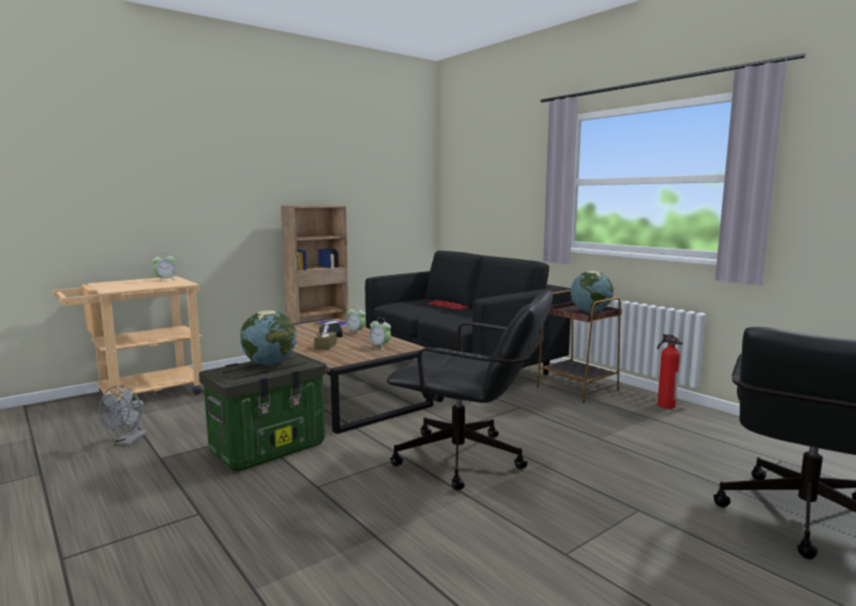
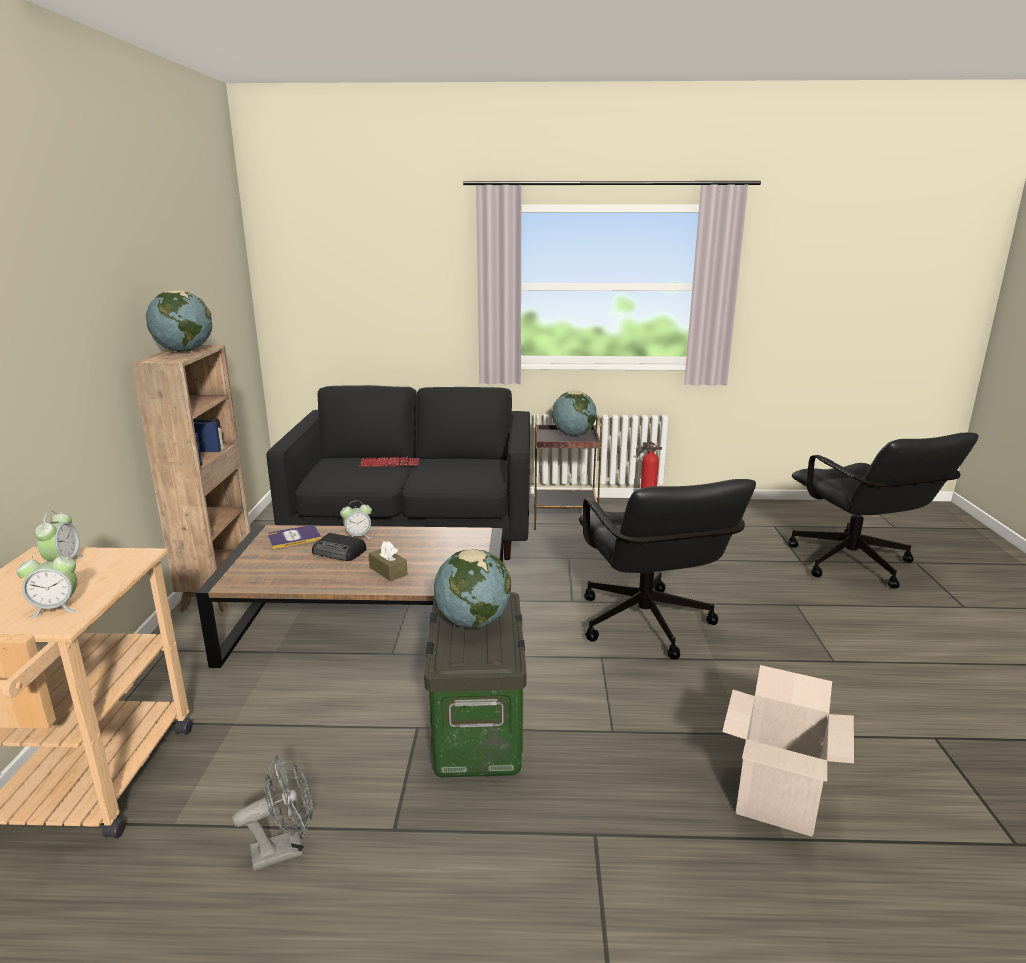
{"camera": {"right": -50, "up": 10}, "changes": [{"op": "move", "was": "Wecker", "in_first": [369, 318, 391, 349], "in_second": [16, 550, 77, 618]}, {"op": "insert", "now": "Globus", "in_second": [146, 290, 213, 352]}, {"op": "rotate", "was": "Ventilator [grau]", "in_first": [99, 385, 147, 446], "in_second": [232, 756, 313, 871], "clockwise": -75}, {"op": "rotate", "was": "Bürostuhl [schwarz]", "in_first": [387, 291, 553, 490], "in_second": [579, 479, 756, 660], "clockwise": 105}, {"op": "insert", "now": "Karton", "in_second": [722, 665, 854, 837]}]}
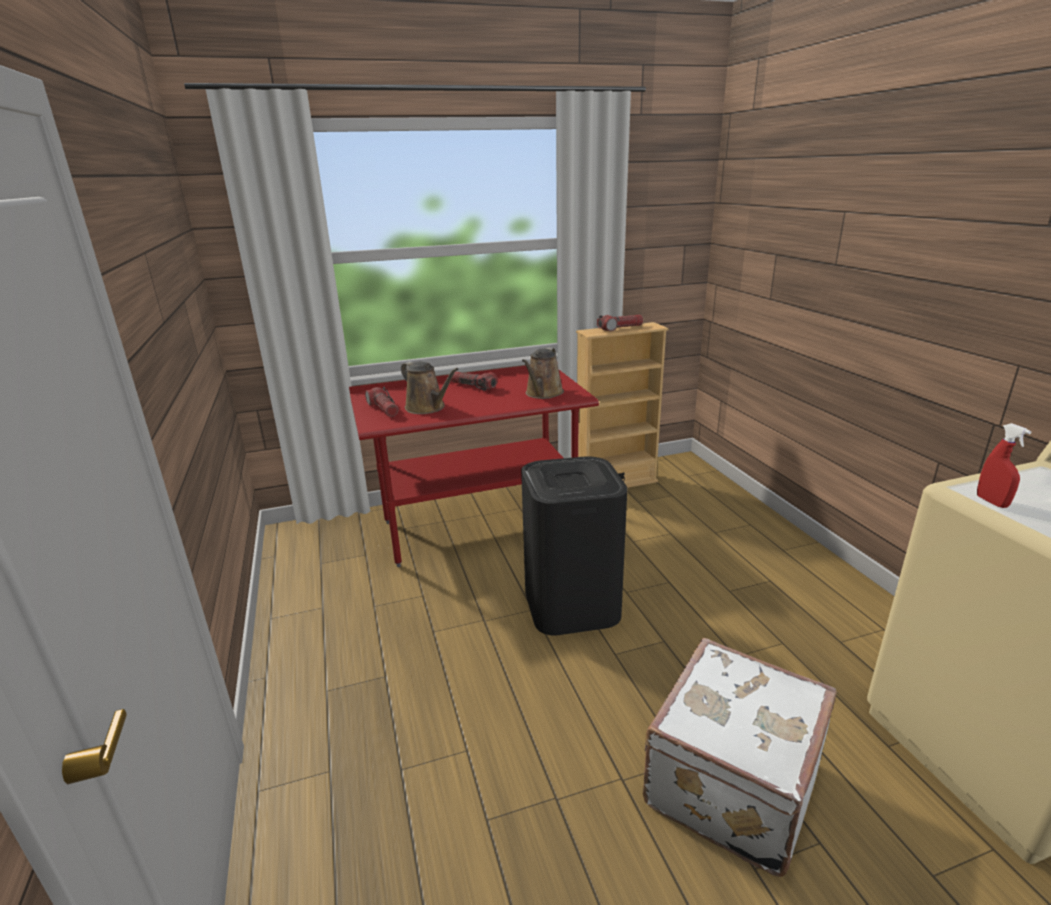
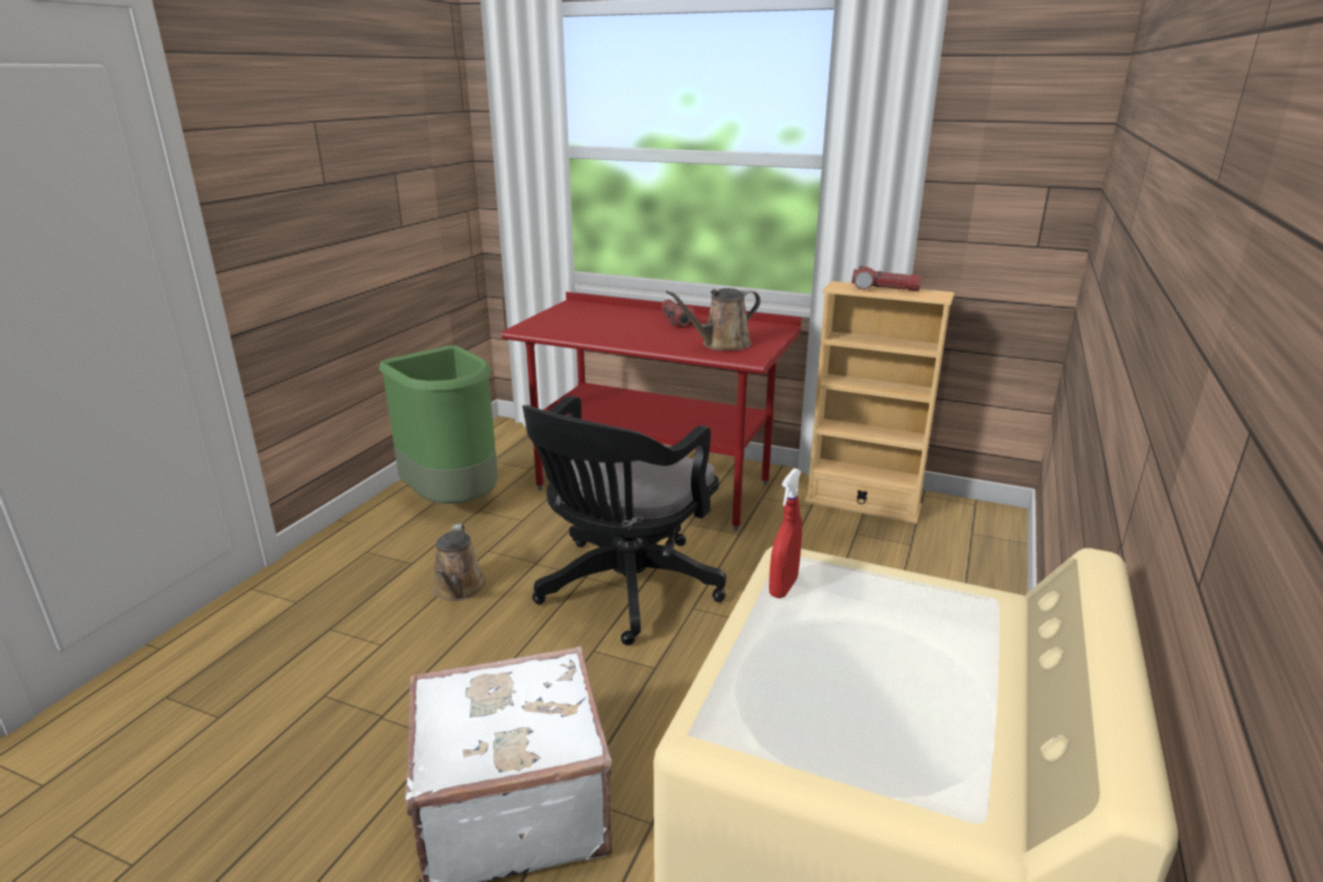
{"camera": {"right": 40, "up": 0}, "changes": [{"op": "insert", "now": "Mülleimer [grün]", "in_second": [379, 346, 498, 504]}, {"op": "move", "was": "Gießkanne [braun]", "in_first": [401, 361, 458, 414], "in_second": [433, 524, 486, 601]}, {"op": "replace", "was": "Mülleimer [schwarz]", "now": "Bürostuhl [schwarz]", "in_first": [521, 456, 627, 635], "in_second": [522, 396, 726, 646]}, {"op": "delete", "was": "Taschenlampe", "in_first": [365, 387, 399, 417]}]}
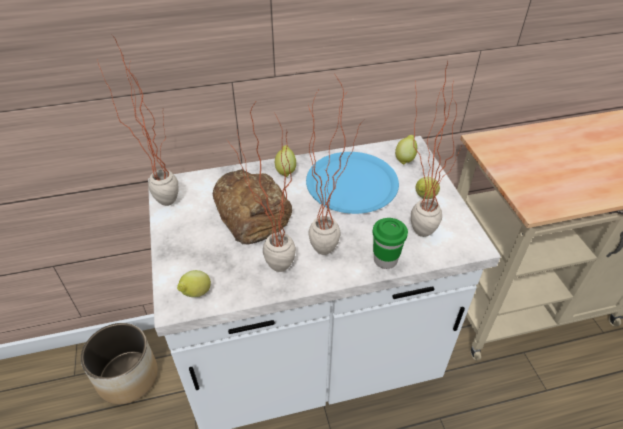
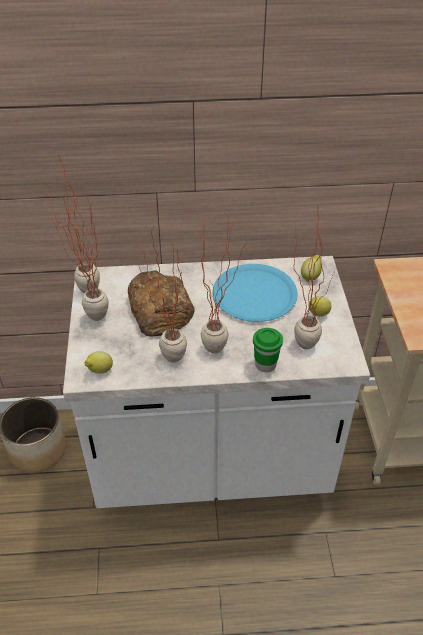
{"camera": {"right": 10, "up": 0}, "changes": [{"op": "insert", "now": "Topfpflanze", "in_second": [52, 190, 109, 321]}, {"op": "delete", "was": "Zitrone", "in_first": [275, 145, 296, 177]}]}
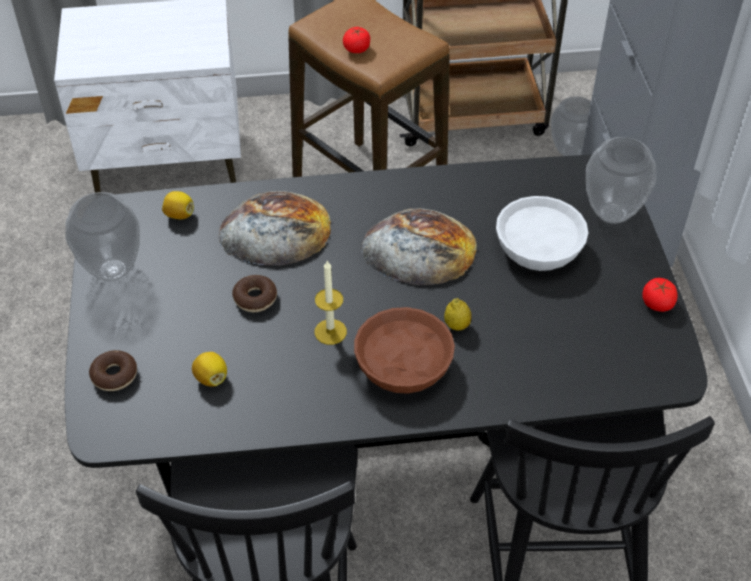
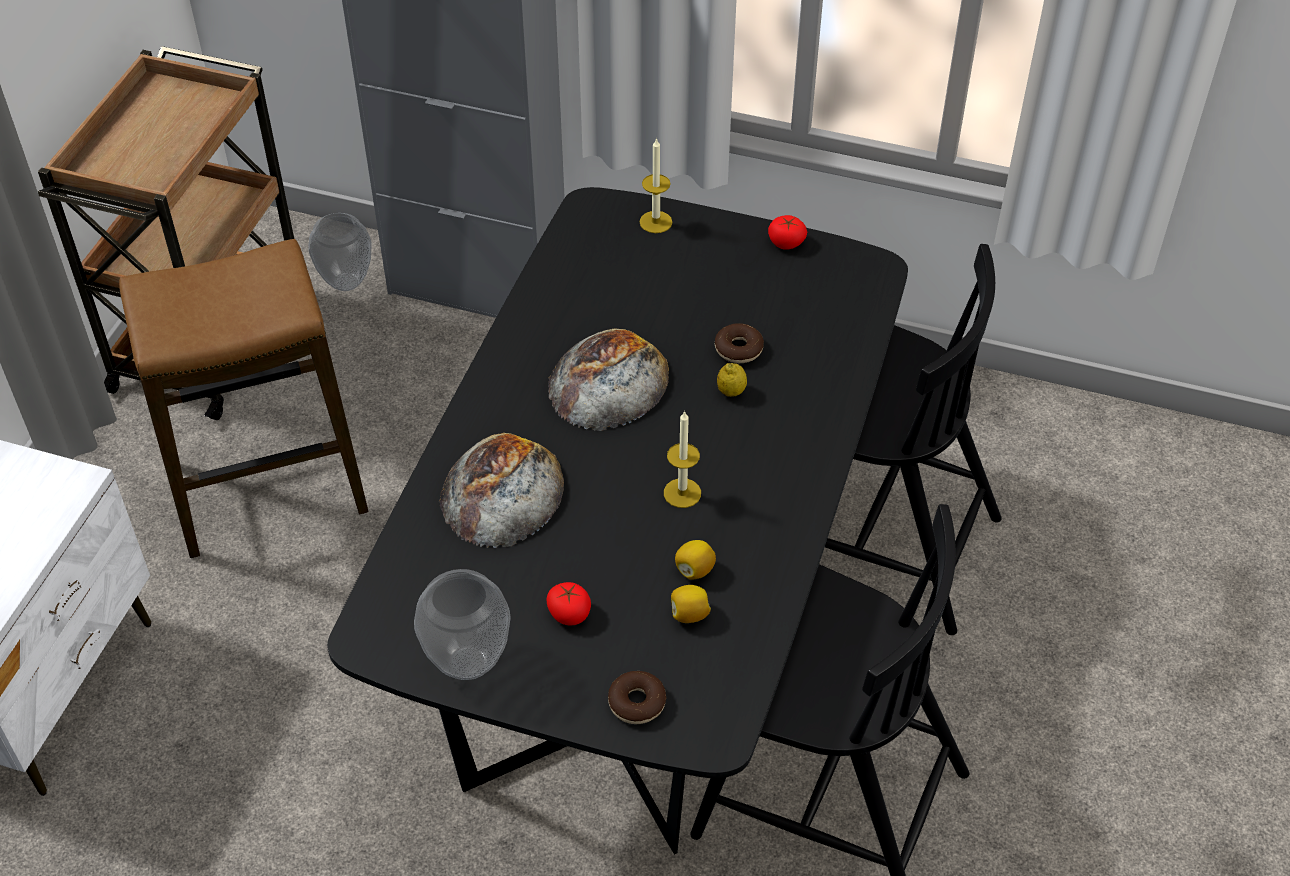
{"camera": {"right": -65, "up": 0}, "changes": [{"op": "move", "was": "Tomate", "in_first": [343, 27, 370, 53], "in_second": [547, 582, 591, 626]}, {"op": "replace", "was": "Vase", "now": "Kerze", "in_first": [586, 137, 656, 224], "in_second": [639, 138, 672, 233]}, {"op": "move", "was": "Zitrone", "in_first": [162, 191, 194, 219], "in_second": [675, 540, 716, 580]}, {"op": "move", "was": "Donut", "in_first": [232, 275, 277, 312], "in_second": [715, 323, 764, 363]}, {"op": "delete", "was": "Schüssel [braun]", "in_first": [354, 307, 455, 394]}, {"op": "delete", "was": "Schüssel [weiß]", "in_first": [496, 196, 588, 271]}]}
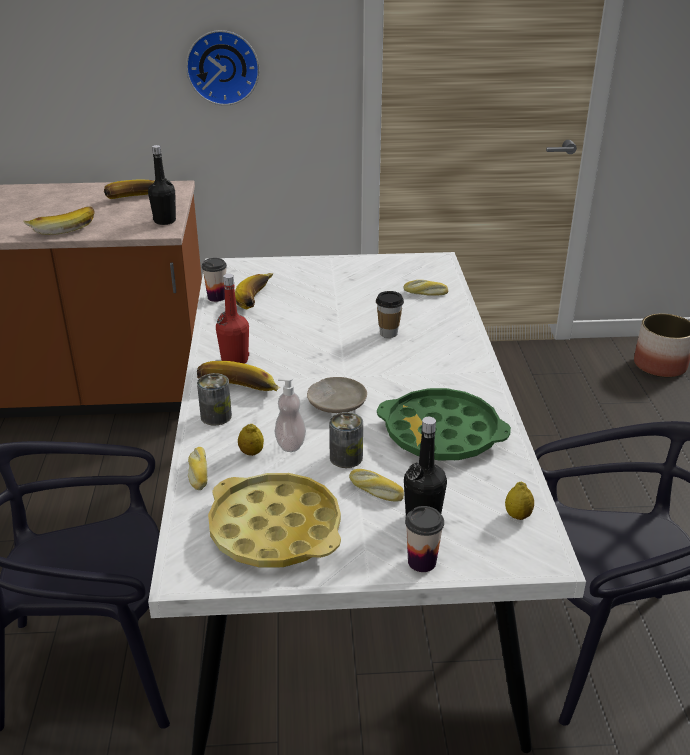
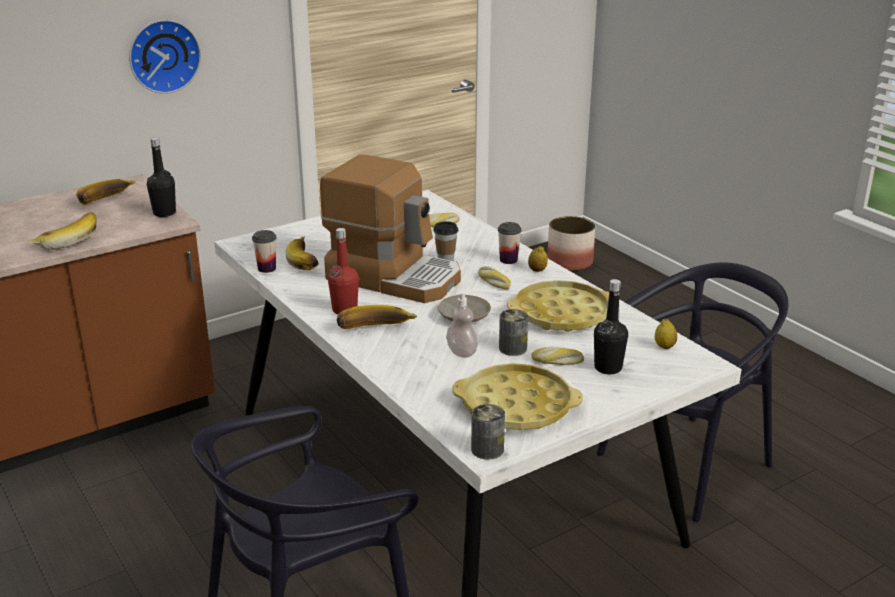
{"camera": {"right": -30, "up": -5}, "changes": [{"op": "insert", "now": "Kaffeemaschine", "in_second": [320, 154, 461, 303]}, {"op": "move", "was": "Dose", "in_first": [197, 373, 232, 426], "in_second": [471, 404, 505, 460]}, {"op": "move", "was": "Brot", "in_first": [188, 447, 207, 490], "in_second": [478, 266, 511, 289]}, {"op": "move", "was": "Tasse", "in_first": [405, 506, 444, 572], "in_second": [498, 222, 522, 264]}, {"op": "recolor", "was": "Tablett [grün]", "now": "Tablett [gelb]", "in_first": [377, 388, 511, 460], "in_second": [507, 280, 609, 332]}, {"op": "move", "was": "Zitrone", "in_first": [238, 424, 264, 456], "in_second": [528, 246, 548, 272]}]}
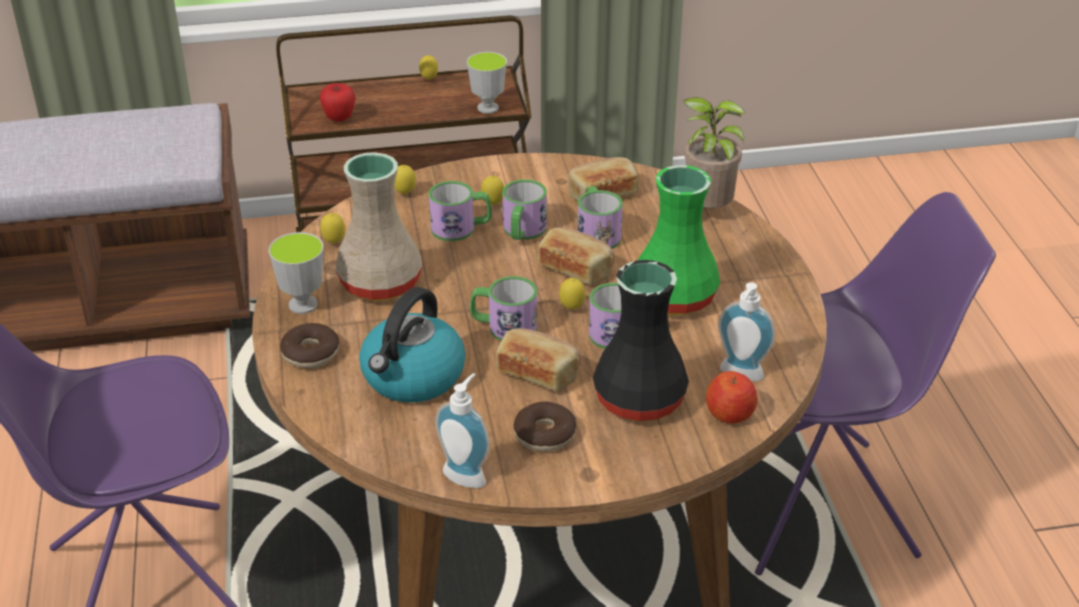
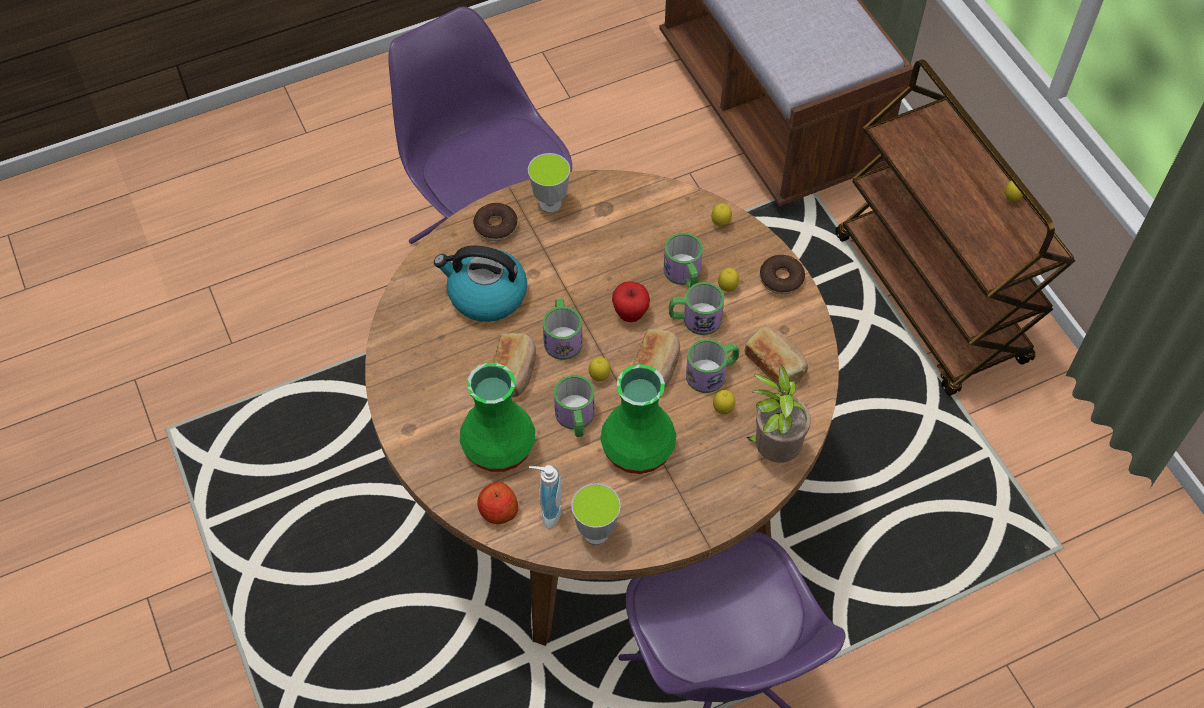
{"camera": {"right": 75, "up": 20}, "changes": [{"op": "recolor", "was": "Vase [schwarz]", "now": "Vase [grün]", "in_first": [593, 260, 689, 422], "in_second": [460, 363, 535, 472]}, {"op": "move", "was": "Tasse", "in_first": [467, 52, 507, 114], "in_second": [571, 483, 621, 545]}, {"op": "move", "was": "Apfel", "in_first": [320, 83, 356, 122], "in_second": [612, 281, 650, 322]}, {"op": "move", "was": "Zitrone", "in_first": [320, 213, 345, 243], "in_second": [713, 390, 735, 414]}, {"op": "move", "was": "Donut", "in_first": [514, 402, 576, 452], "in_second": [760, 255, 805, 294]}, {"op": "delete", "was": "Vase [beige]", "in_first": [336, 152, 422, 301]}, {"op": "delete", "was": "Seifenspender", "in_first": [435, 373, 490, 488]}]}
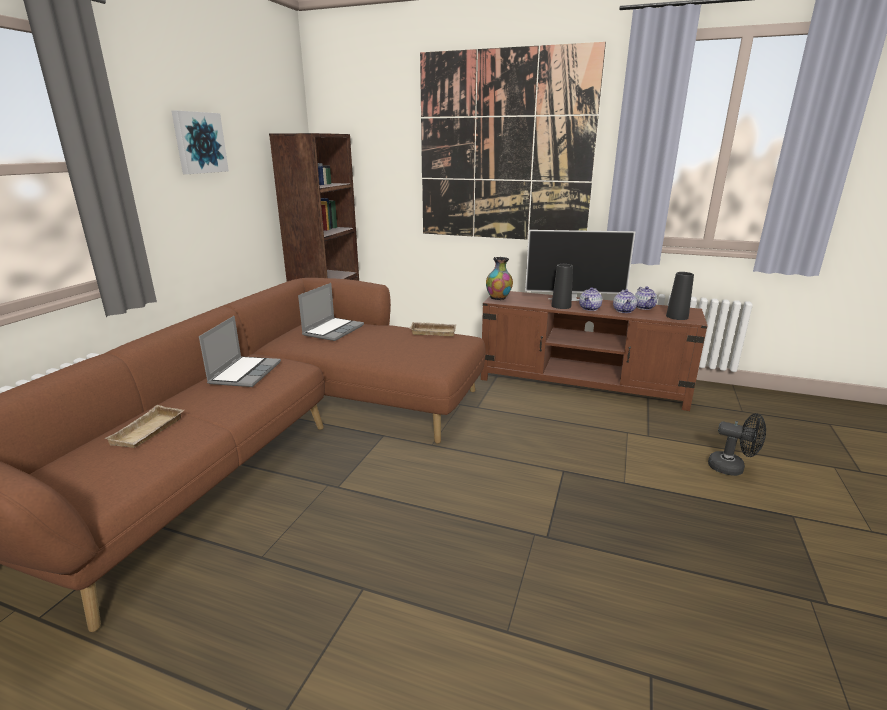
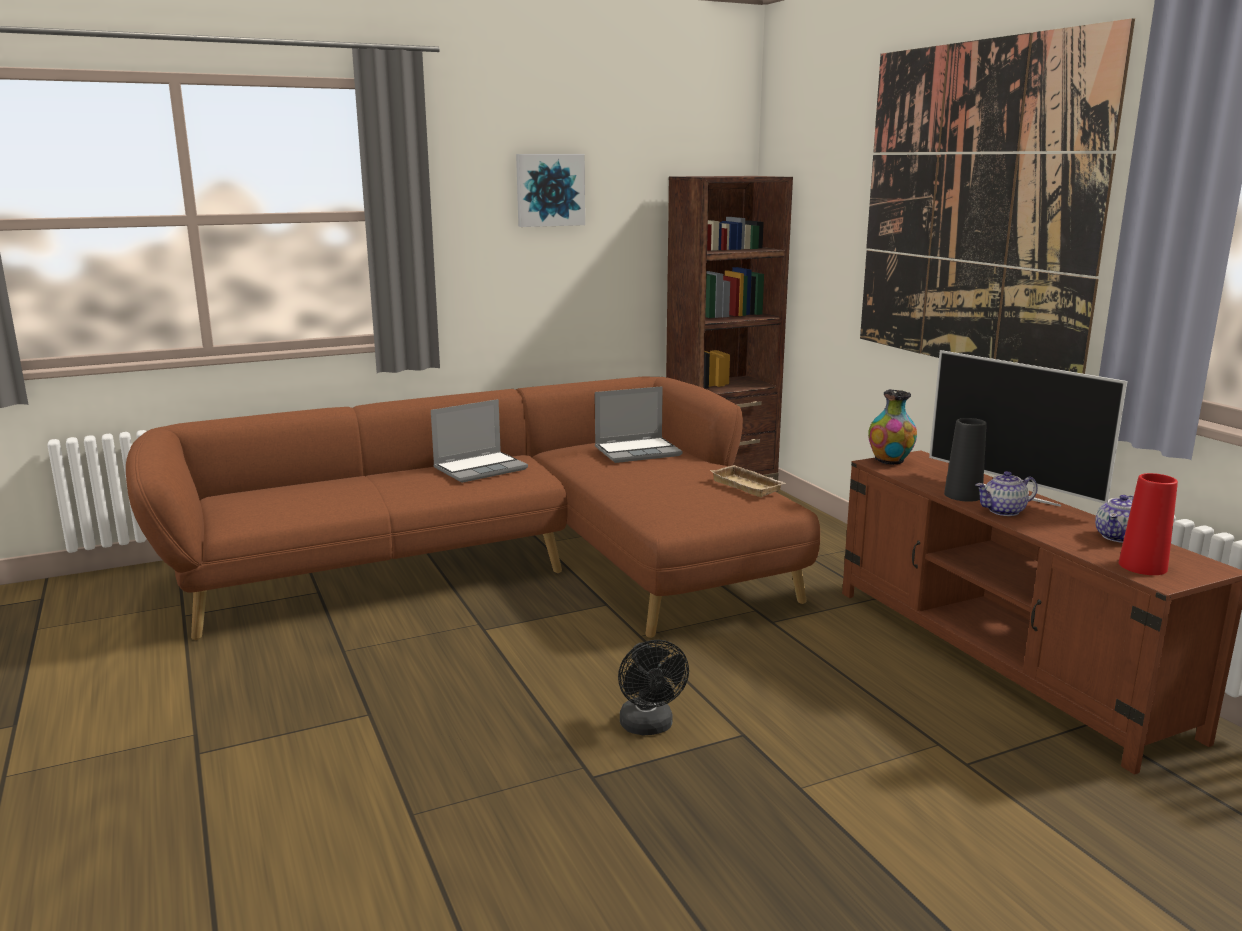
{"camera": {"right": 45, "up": -5}, "changes": [{"op": "move", "was": "Ventilator [schwarz]", "in_first": [708, 413, 766, 476], "in_second": [618, 640, 689, 735]}, {"op": "recolor", "was": "Vase [schwarz]", "now": "Vase [rot]", "in_first": [666, 272, 694, 320], "in_second": [1119, 473, 1178, 575]}, {"op": "delete", "was": "Tablett [beige]", "in_first": [104, 405, 184, 448]}, {"op": "delete", "was": "Teekanne", "in_first": [613, 289, 637, 313]}]}
